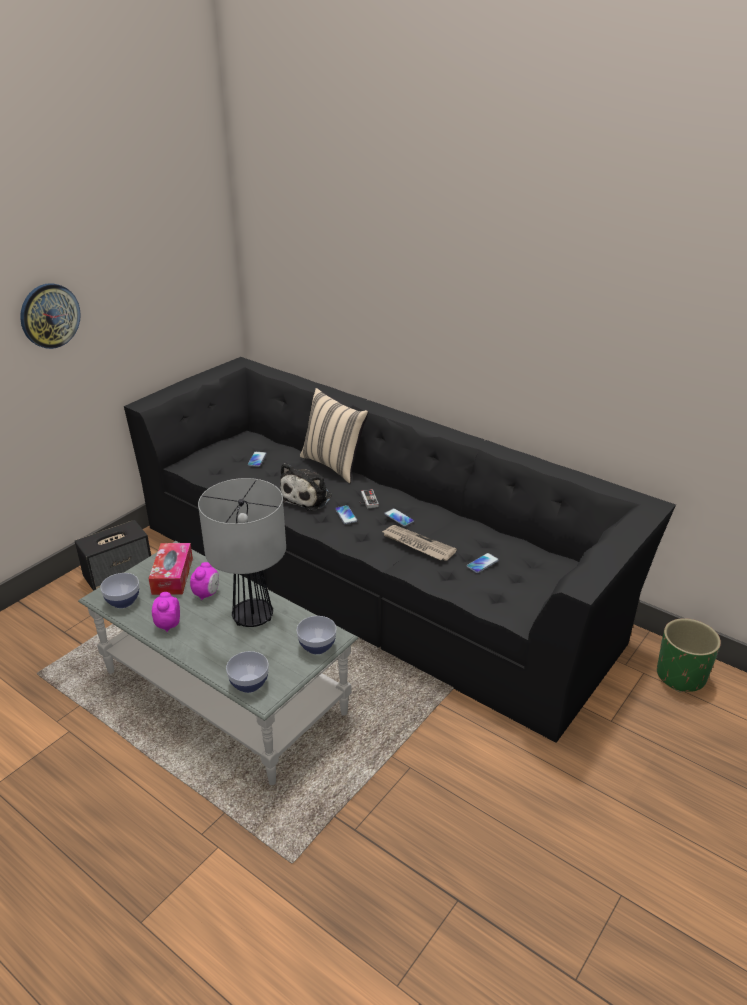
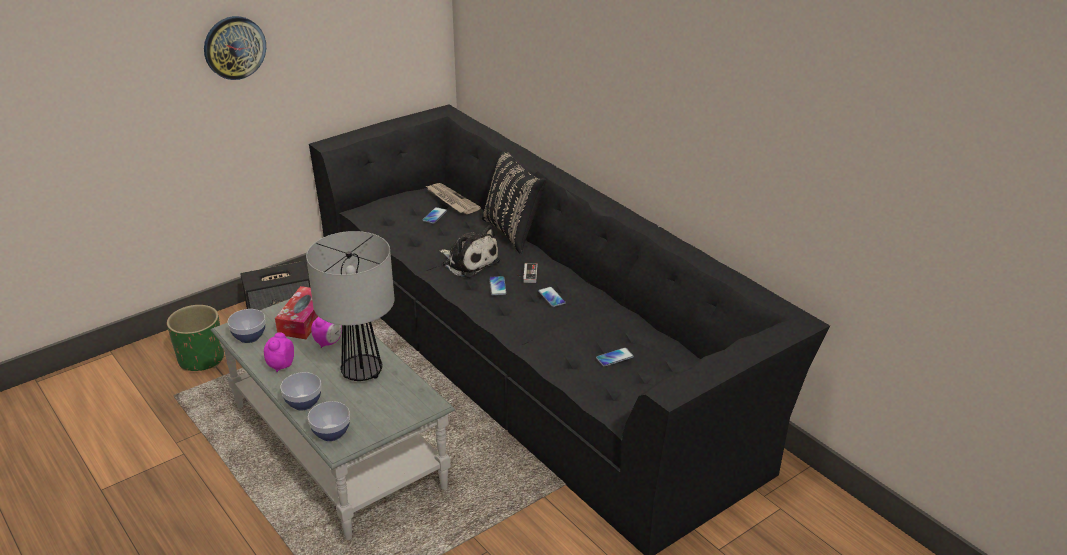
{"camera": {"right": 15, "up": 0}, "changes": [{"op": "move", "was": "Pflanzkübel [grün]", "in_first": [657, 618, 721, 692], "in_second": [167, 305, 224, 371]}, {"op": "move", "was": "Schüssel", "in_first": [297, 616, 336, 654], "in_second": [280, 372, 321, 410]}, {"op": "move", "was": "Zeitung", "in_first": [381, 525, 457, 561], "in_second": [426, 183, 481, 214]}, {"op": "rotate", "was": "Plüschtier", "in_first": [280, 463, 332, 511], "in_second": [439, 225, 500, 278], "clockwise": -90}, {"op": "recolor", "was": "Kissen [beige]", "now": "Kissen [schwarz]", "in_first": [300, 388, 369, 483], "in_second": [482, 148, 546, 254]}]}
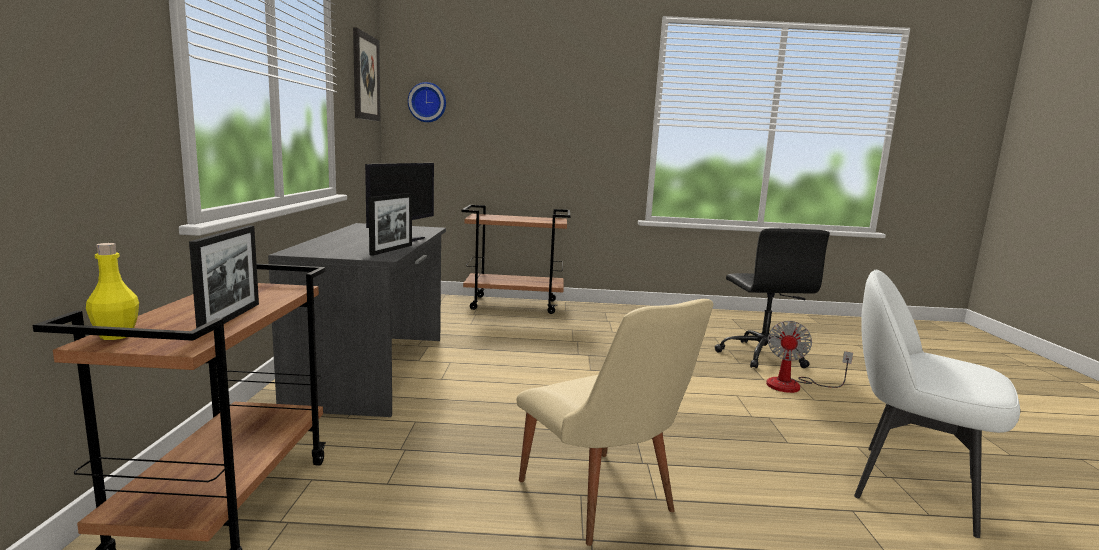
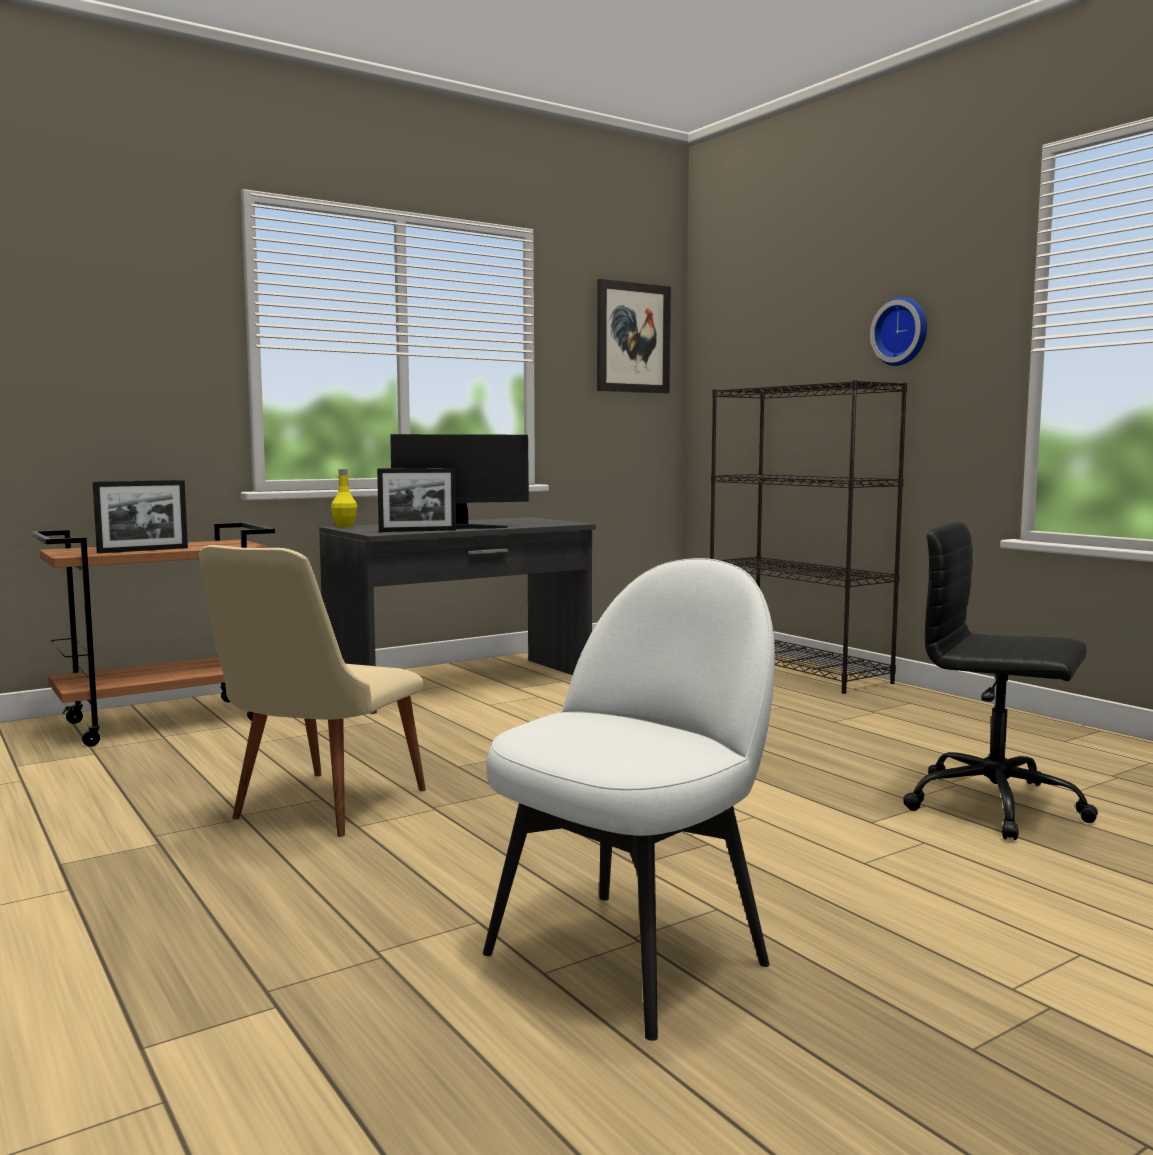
{"camera": {"right": 55, "up": -5}, "changes": [{"op": "move", "was": "Flasche [gelb]", "in_first": [86, 243, 139, 340], "in_second": [331, 469, 357, 527]}, {"op": "rotate", "was": "Stuhl [weiß]", "in_first": [854, 270, 1020, 538], "in_second": [483, 558, 775, 1041], "clockwise": 45}, {"op": "replace", "was": "Rollwagen [braun]", "now": "Bücherregal [schwarz]", "in_first": [461, 205, 570, 314], "in_second": [710, 380, 907, 694]}, {"op": "move", "was": "Wanduhr", "in_first": [408, 82, 446, 122], "in_second": [870, 297, 927, 366]}, {"op": "rotate", "was": "Bürostuhl [schwarz]", "in_first": [715, 228, 830, 369], "in_second": [903, 522, 1098, 840], "clockwise": 75}, {"op": "delete", "was": "Ventilator", "in_first": [766, 321, 853, 393]}]}
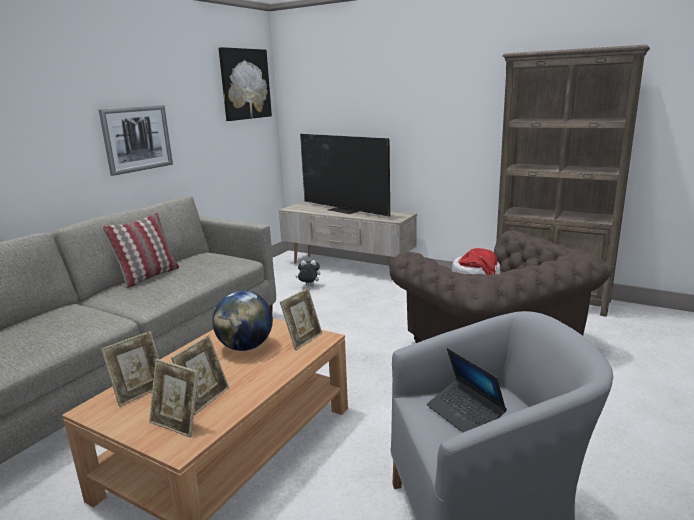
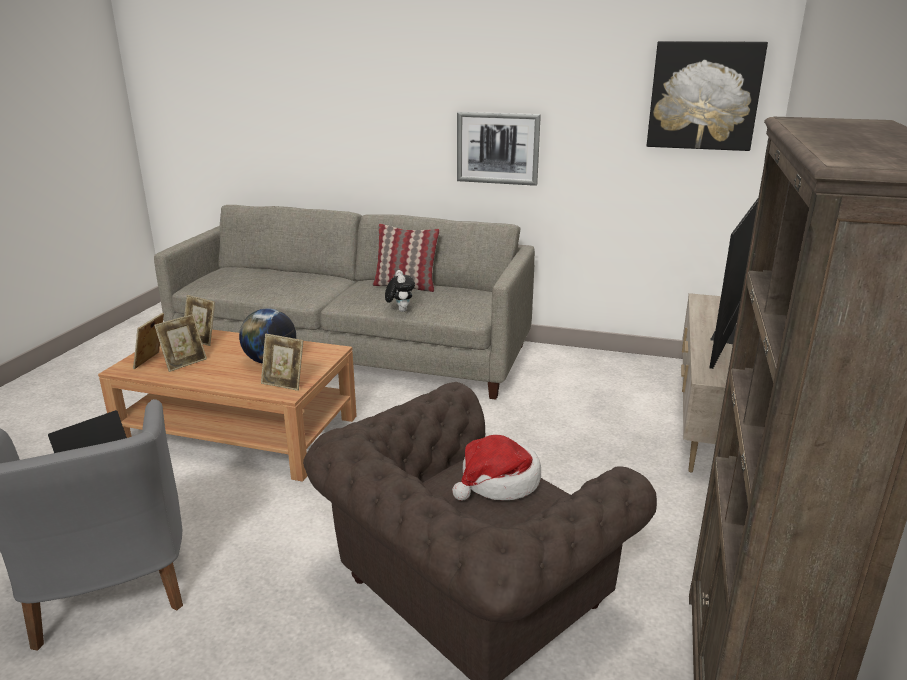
{"camera": {"right": 75, "up": 5}, "changes": [{"op": "rotate", "was": "Bilderrahmen", "in_first": [171, 335, 229, 415], "in_second": [154, 314, 207, 372], "clockwise": -60}, {"op": "move", "was": "Plüschtier", "in_first": [295, 260, 320, 286], "in_second": [385, 270, 415, 312]}]}
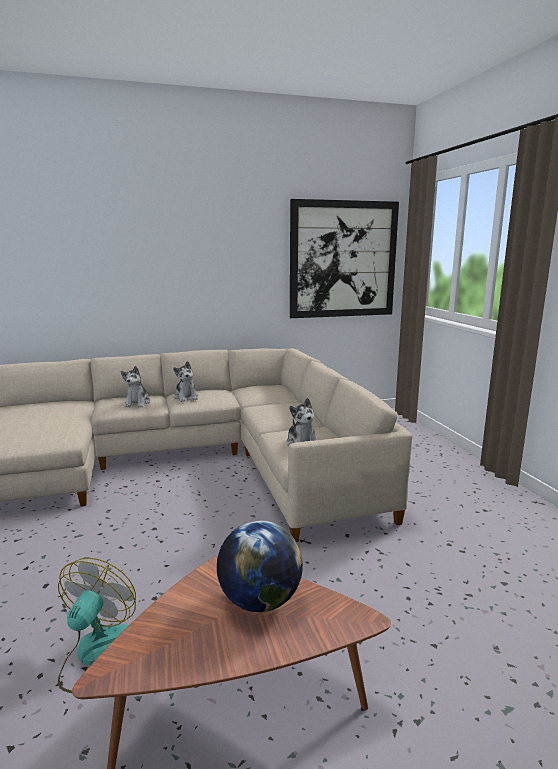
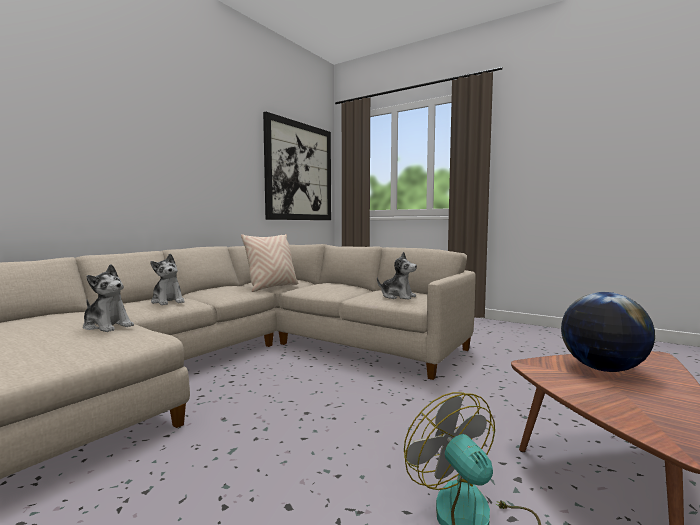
{"camera": {"right": -40, "up": -10}, "changes": [{"op": "move", "was": "Plüschtier", "in_first": [173, 361, 198, 402], "in_second": [83, 264, 134, 332]}, {"op": "insert", "now": "Kissen [beige]", "in_second": [241, 234, 298, 292]}]}
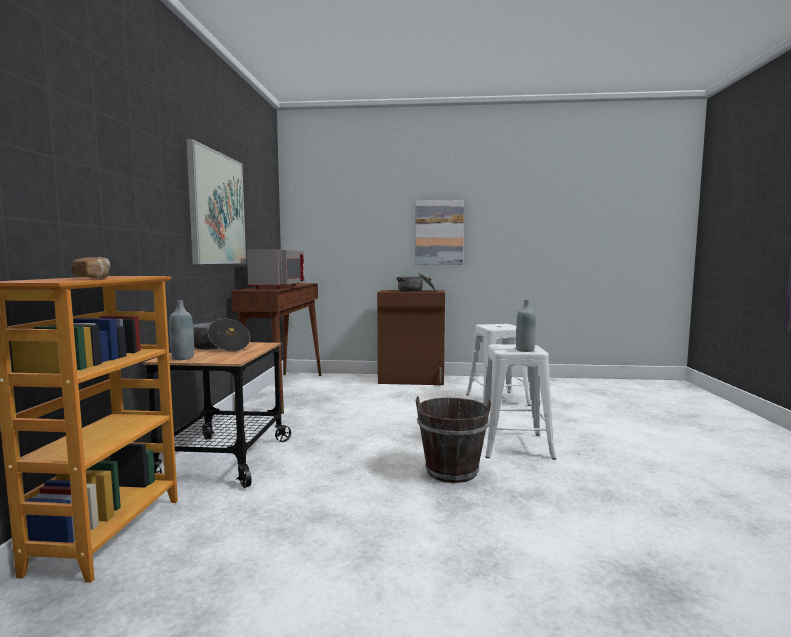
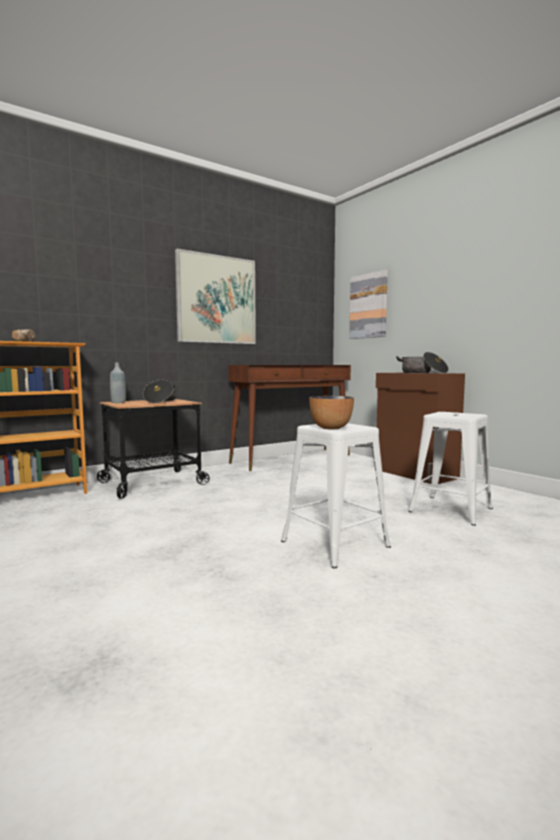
{"camera": {"right": 50, "up": 0}, "changes": [{"op": "replace", "was": "Flasche [grau]", "now": "Schüssel", "in_first": [516, 299, 536, 352], "in_second": [309, 396, 354, 429]}, {"op": "move", "was": "Bild", "in_first": [415, 200, 464, 265], "in_second": [349, 270, 388, 339]}, {"op": "delete", "was": "Mikrowelle [grau]", "in_first": [247, 249, 305, 289]}, {"op": "delete", "was": "Eimer [braun]", "in_first": [415, 396, 491, 483]}]}
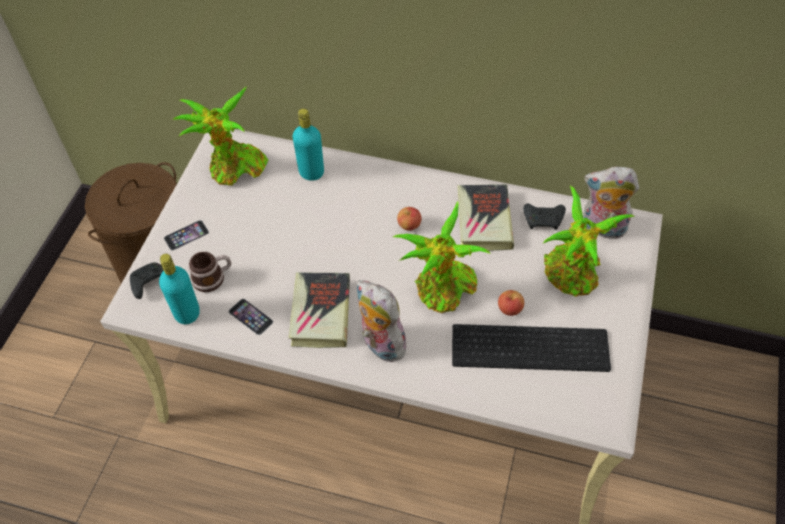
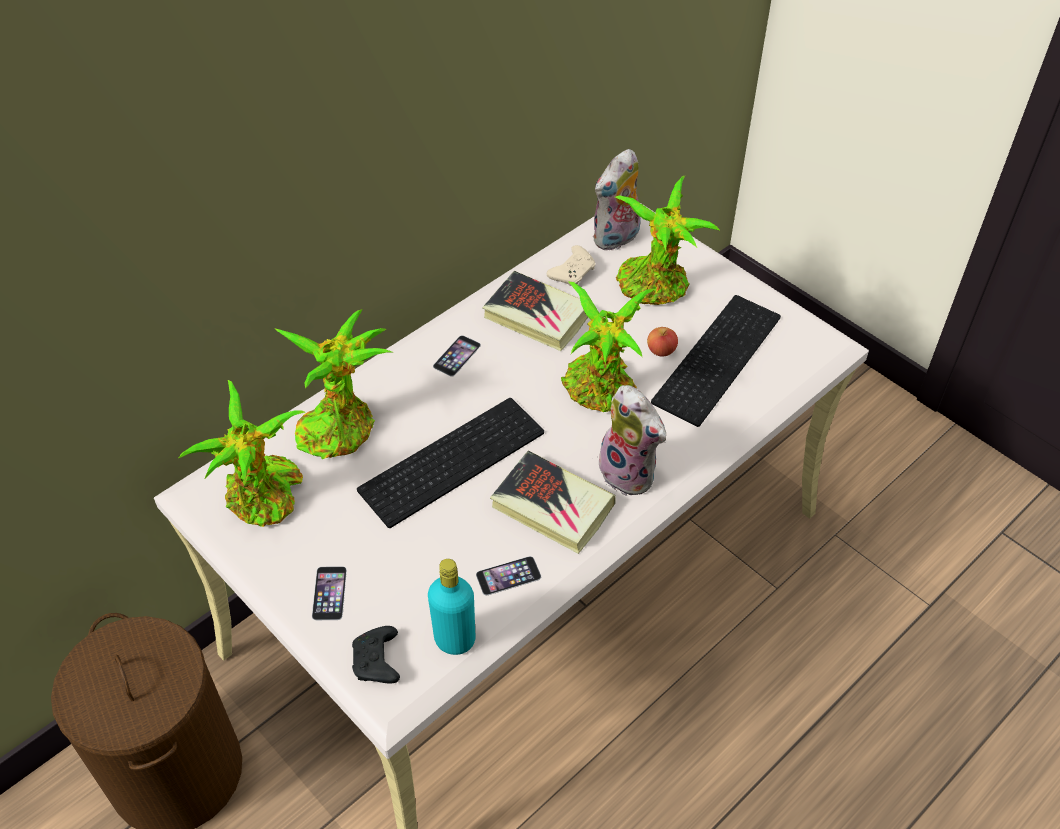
{"camera": {"right": -60, "up": -5}, "changes": [{"op": "replace", "was": "Flasche [türkis]", "now": "Topfpflanze", "in_first": [293, 109, 324, 181], "in_second": [275, 309, 392, 459]}, {"op": "insert", "now": "Tastatur", "in_second": [357, 398, 544, 528]}, {"op": "insert", "now": "Handy", "in_second": [433, 335, 481, 377]}, {"op": "recolor", "was": "Gamepad [schwarz]", "now": "Gamepad [beige]", "in_first": [523, 203, 566, 230], "in_second": [547, 245, 596, 286]}, {"op": "rotate", "was": "Plüschtier", "in_first": [357, 280, 406, 362], "in_second": [595, 385, 666, 496], "clockwise": -120}, {"op": "delete", "was": "Henkelbecher", "in_first": [188, 252, 231, 292]}, {"op": "delete", "was": "Apfel", "in_first": [397, 207, 422, 231]}]}
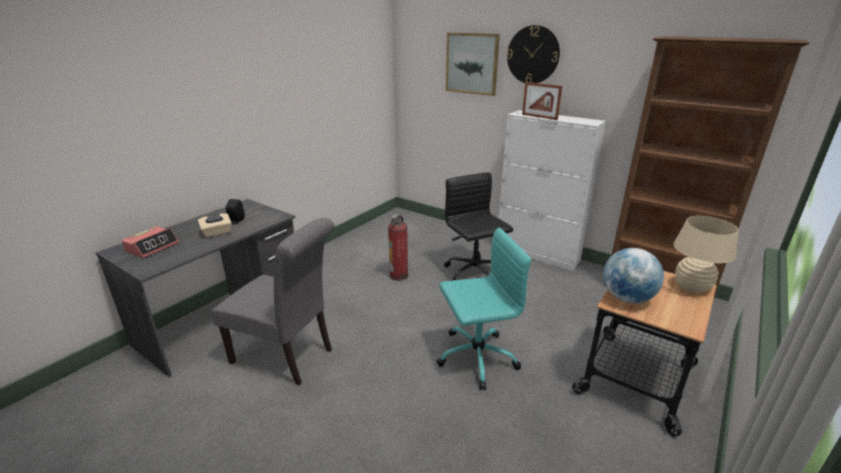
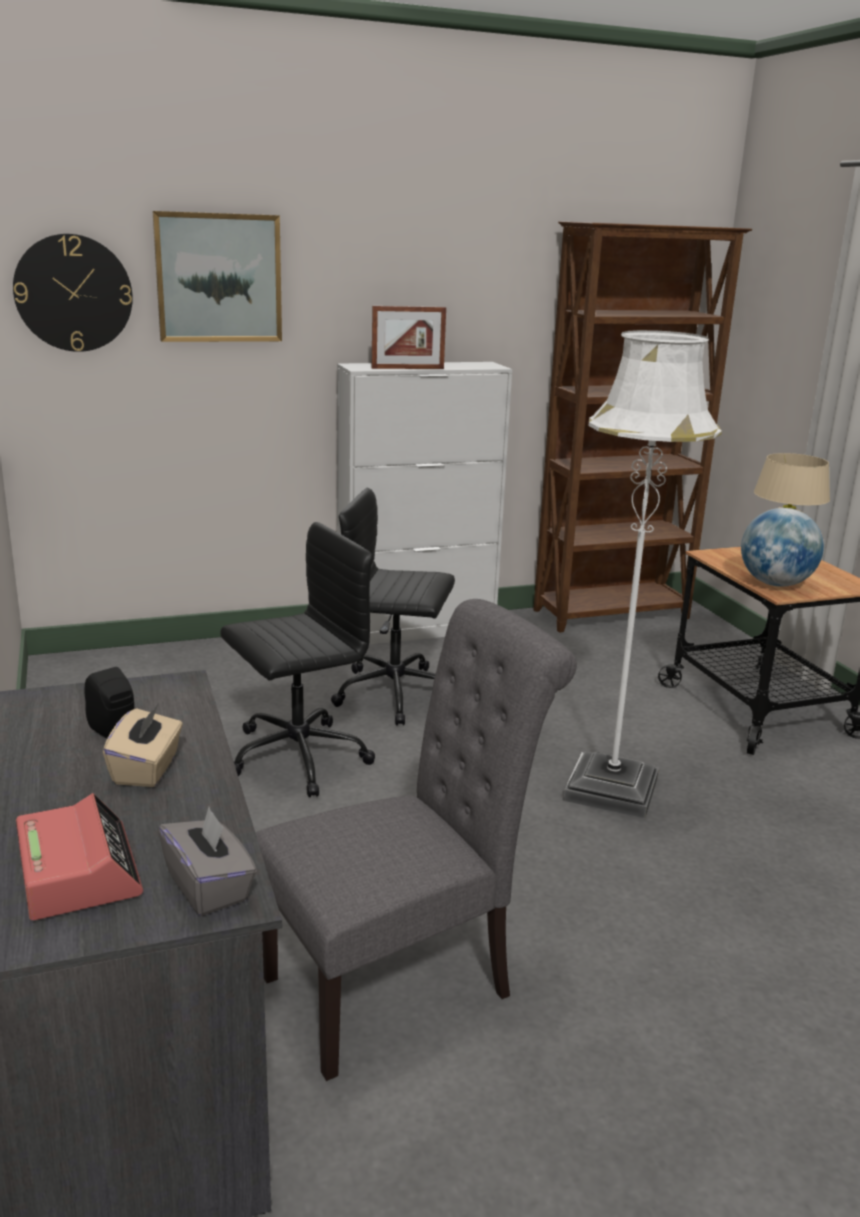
{"camera": {"right": -55, "up": -5}, "changes": [{"op": "move", "was": "Wanduhr", "in_first": [507, 25, 560, 83], "in_second": [13, 234, 133, 352]}, {"op": "insert", "now": "Taschentuchbox [grau]", "in_second": [158, 807, 257, 916]}, {"op": "replace", "was": "Feuerlöscher", "now": "Bürostuhl [schwarz]", "in_first": [388, 213, 408, 281], "in_second": [220, 522, 375, 797]}, {"op": "replace", "was": "Bürostuhl [türkis]", "now": "Stehlampe [weiß]", "in_first": [437, 227, 531, 390], "in_second": [563, 330, 722, 819]}]}
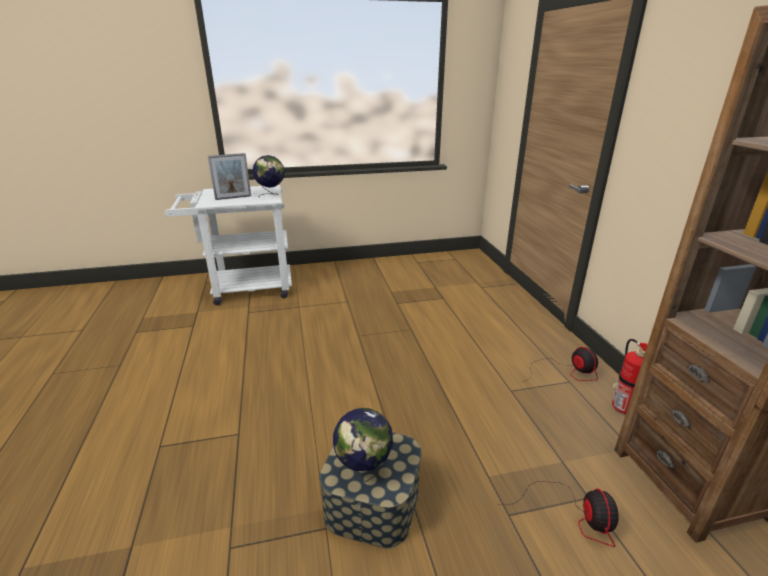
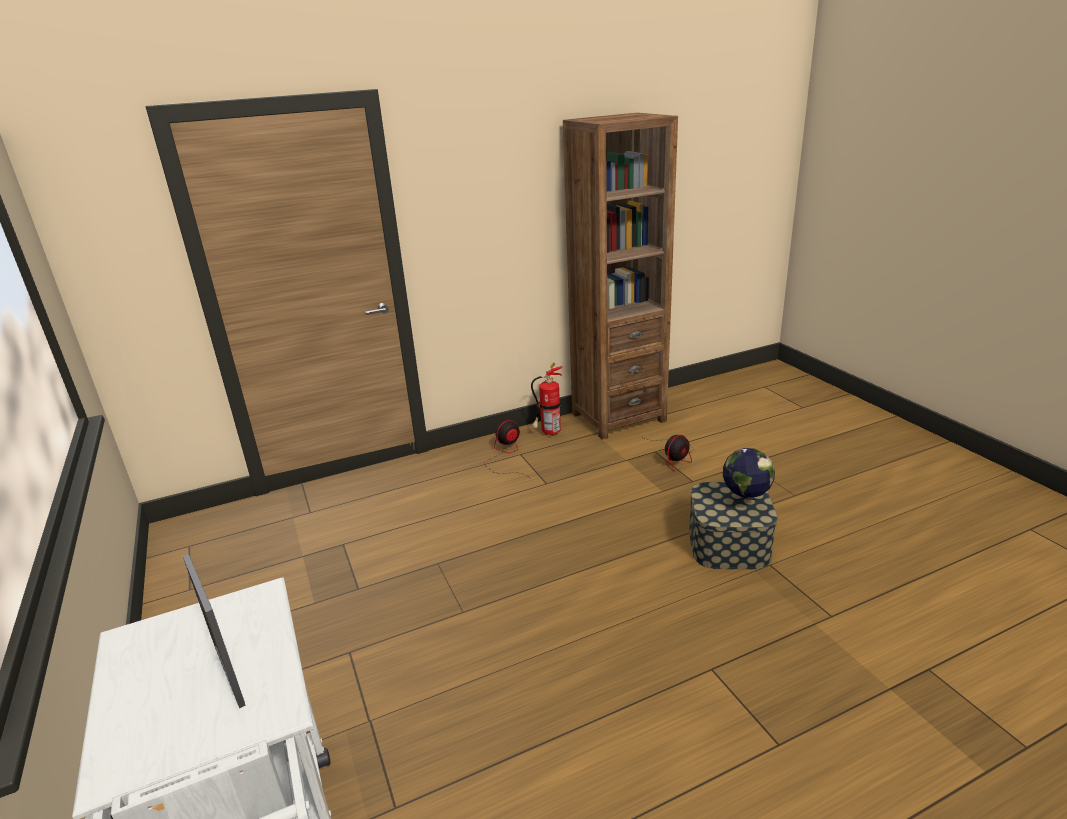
{"camera": {"right": -100, "up": 0}, "changes": [{"op": "rotate", "was": "Ventilator", "in_first": [498, 481, 619, 547], "in_second": [641, 435, 694, 471], "clockwise": 150}, {"op": "delete", "was": "Globus", "in_first": [253, 155, 285, 198]}]}
